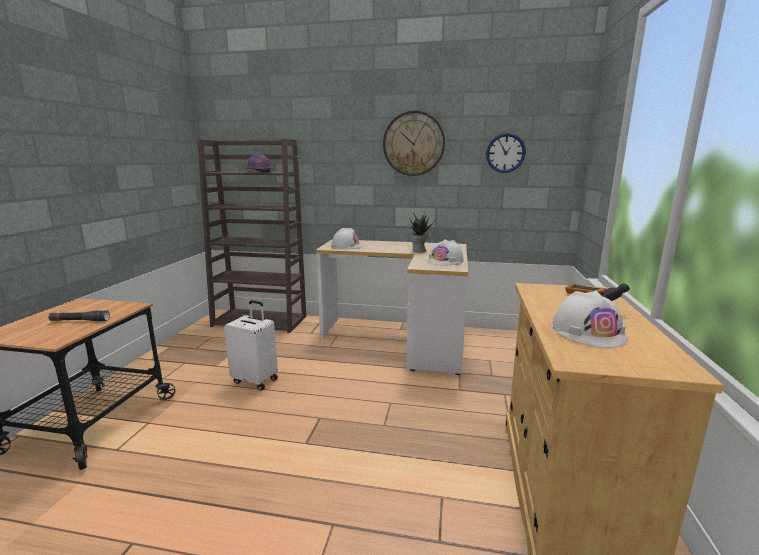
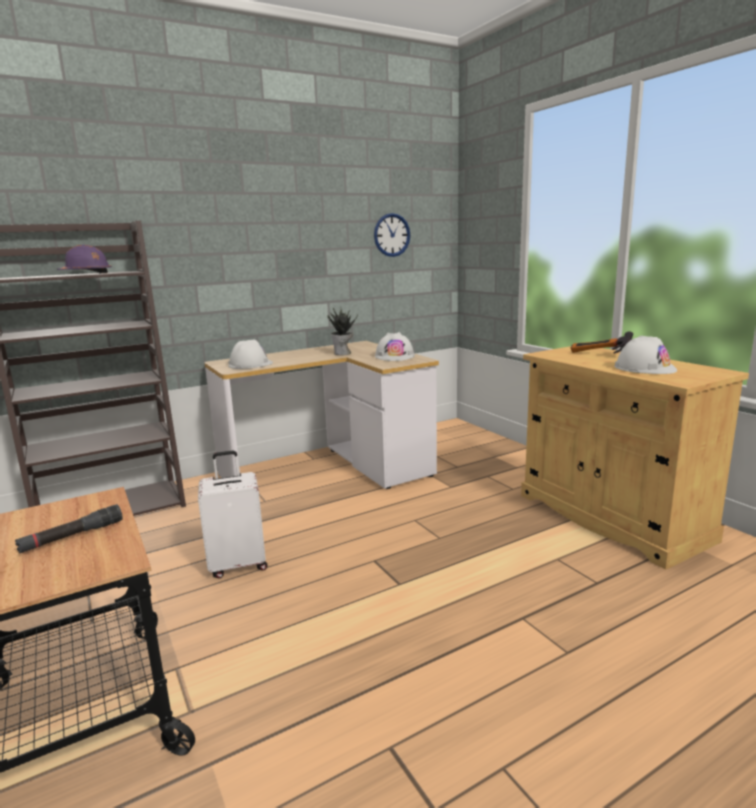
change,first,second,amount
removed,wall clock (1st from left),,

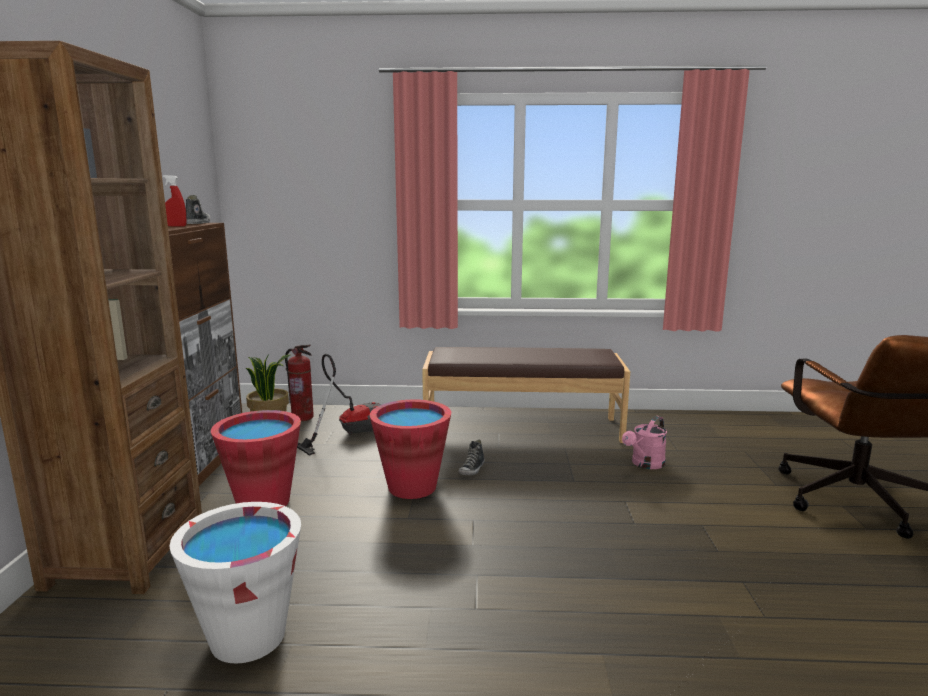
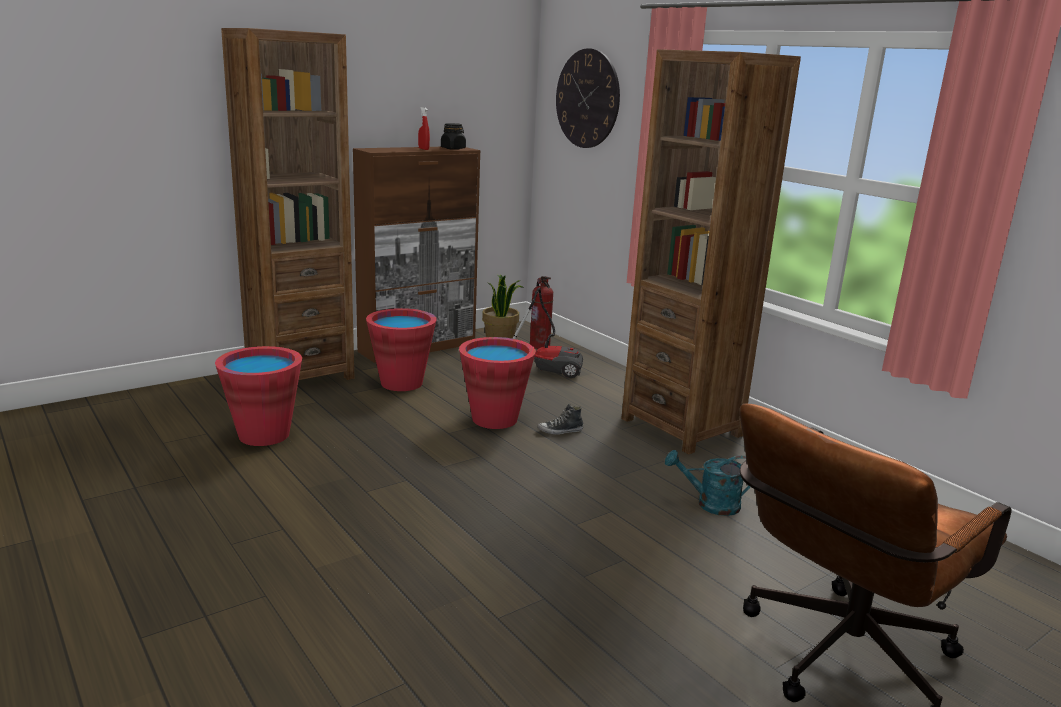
change,first,second,amount
recoloured,white bucket,red bucket (1st from left),
replaced,shoe (1st from left),black jar,
added,,wall clock,
replaced,brown bench,brown bookcase (2nd from left),
recoloured,pink watering can,turquoise watering can,

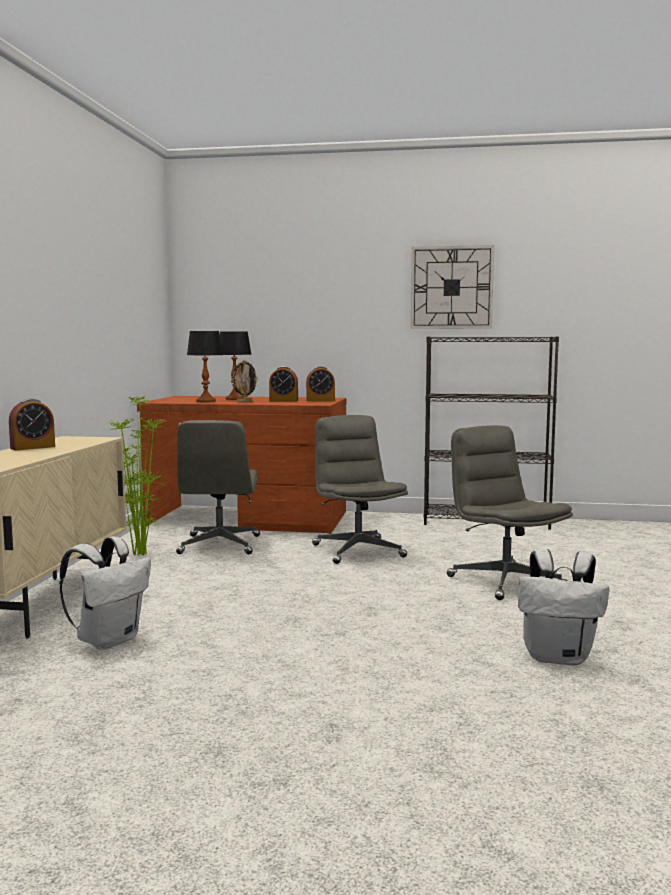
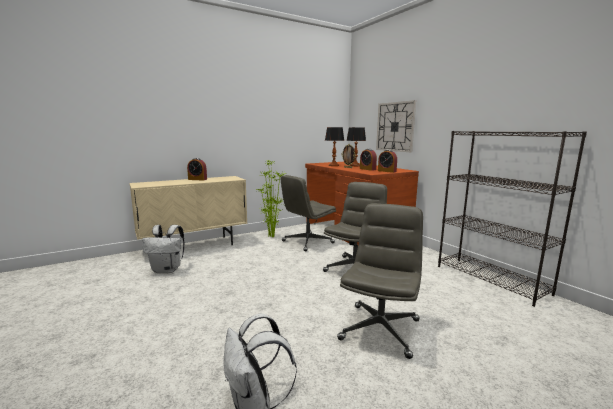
change,first,second,amount
moved,wall clock,,

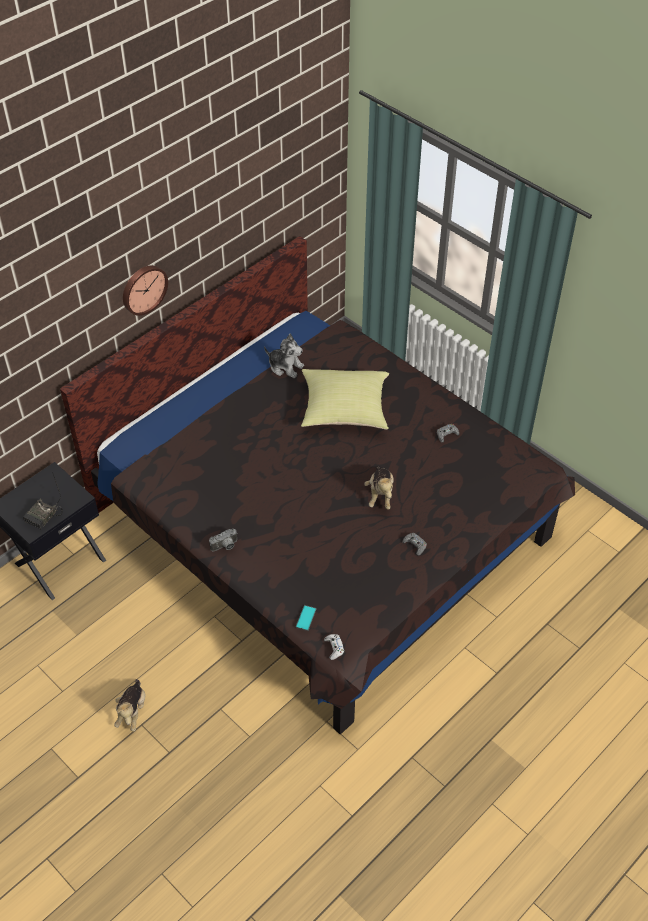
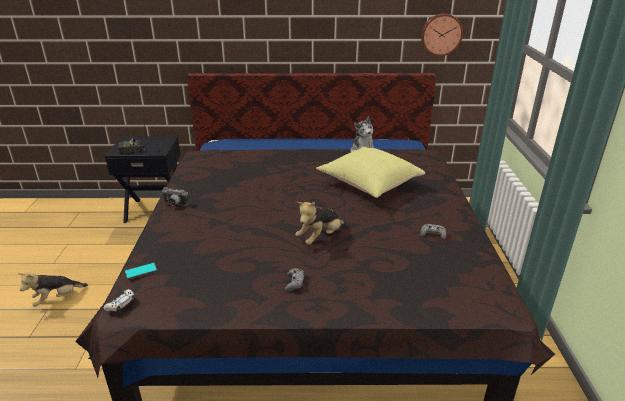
change,first,second,amount
moved,wall clock,,

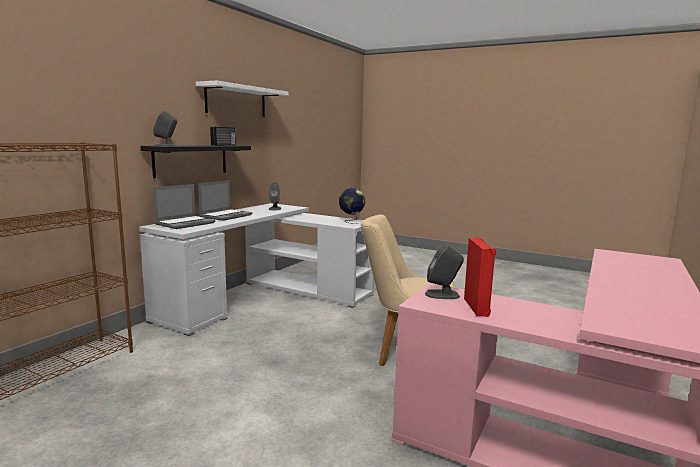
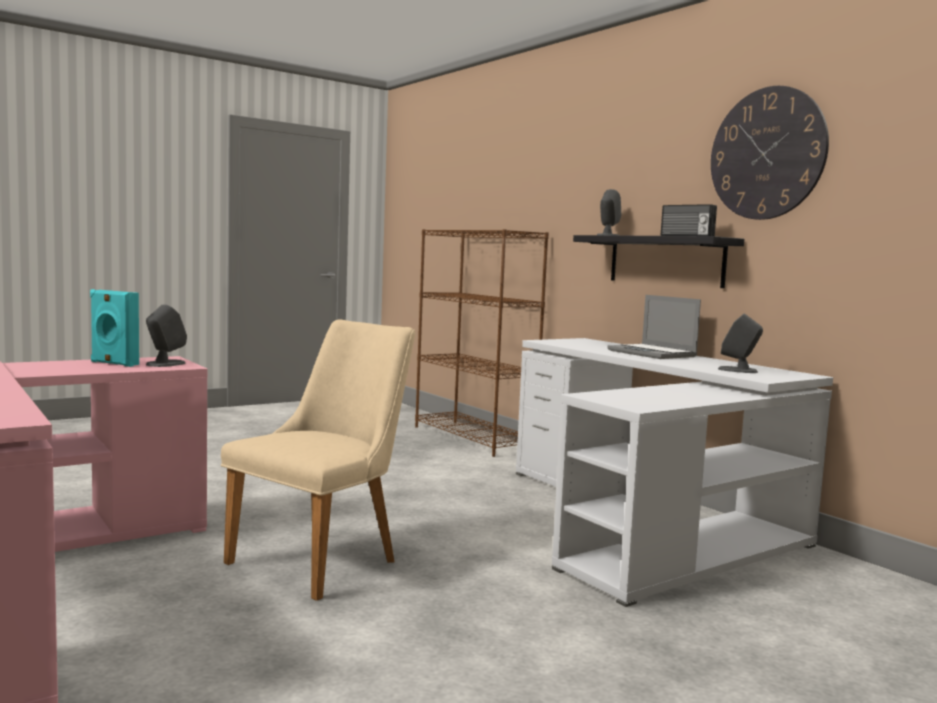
change,first,second,amount
recoloured,red speaker,turquoise speaker,
replaced,white shelf,wall clock,
removed,laptop (1st from left),,
removed,globe,,

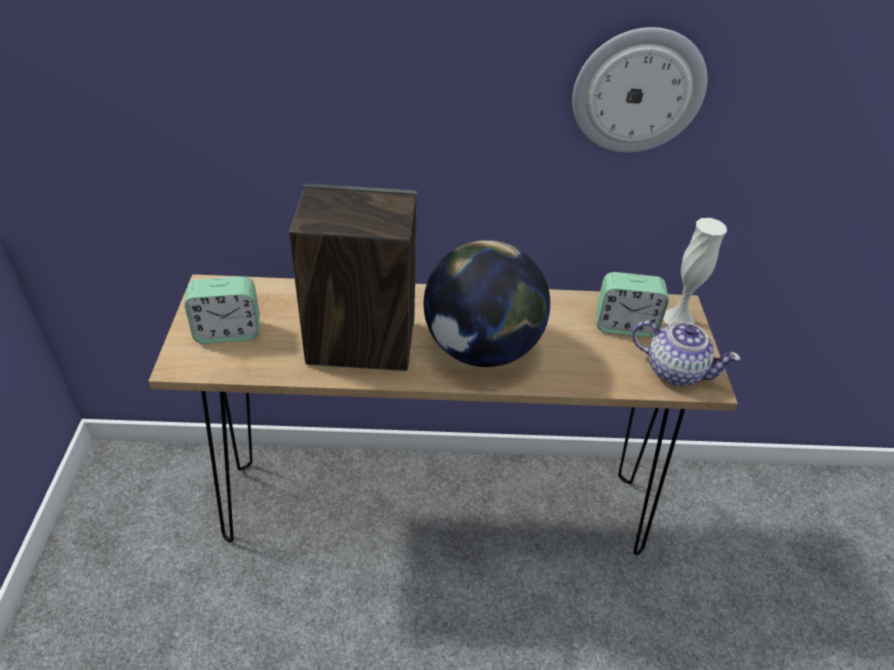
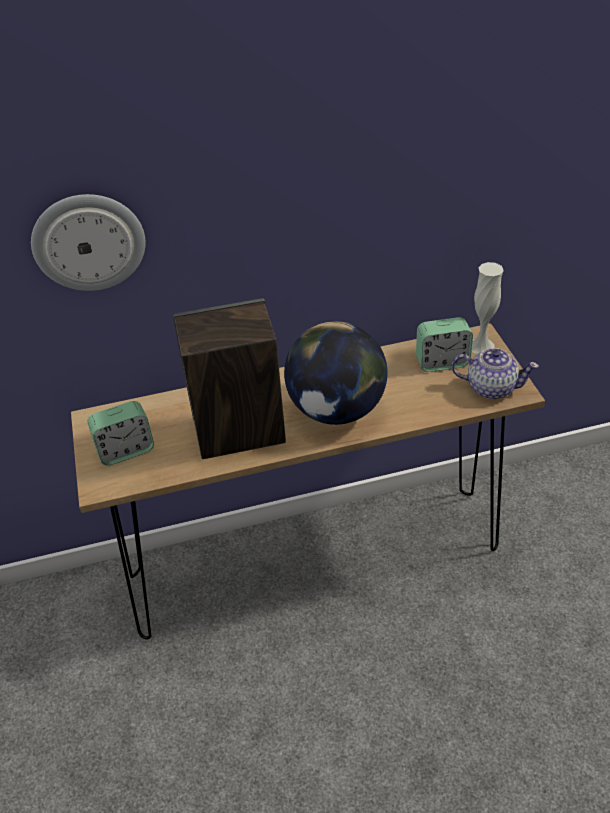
change,first,second,amount
moved,wall clock,,

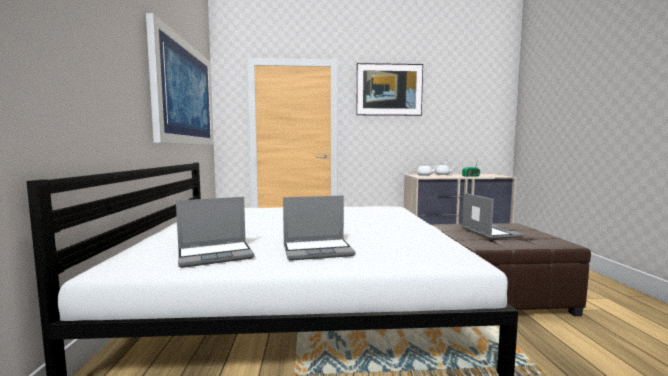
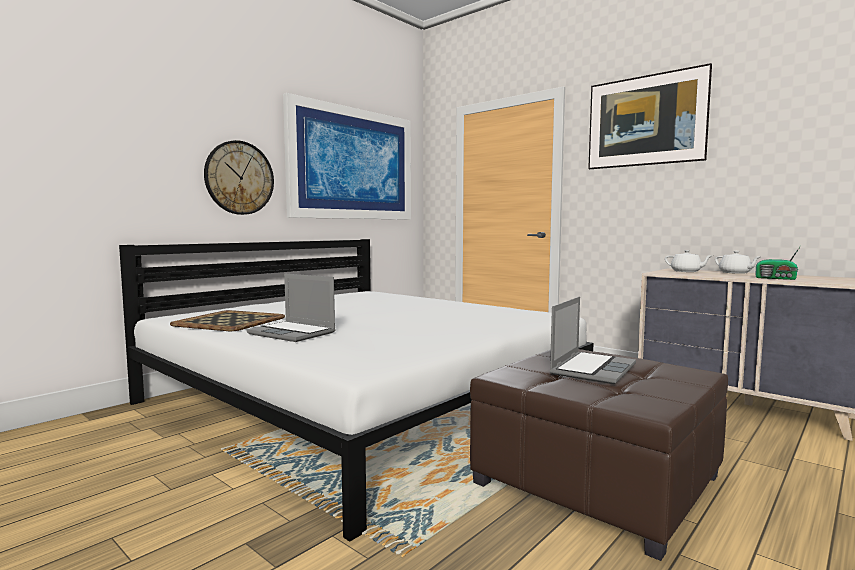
change,first,second,amount
replaced,laptop (1st from left),tray,
added,,wall clock,

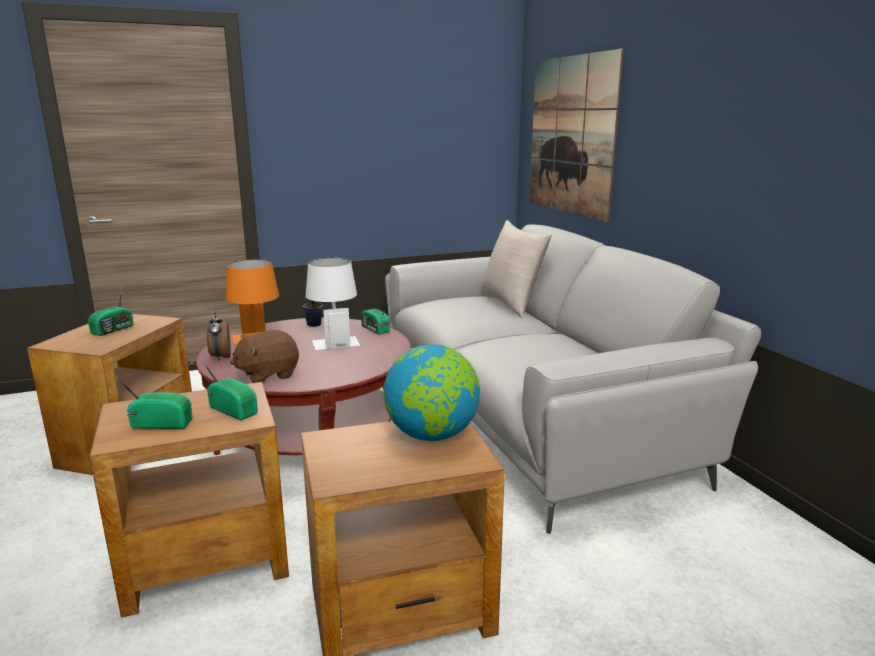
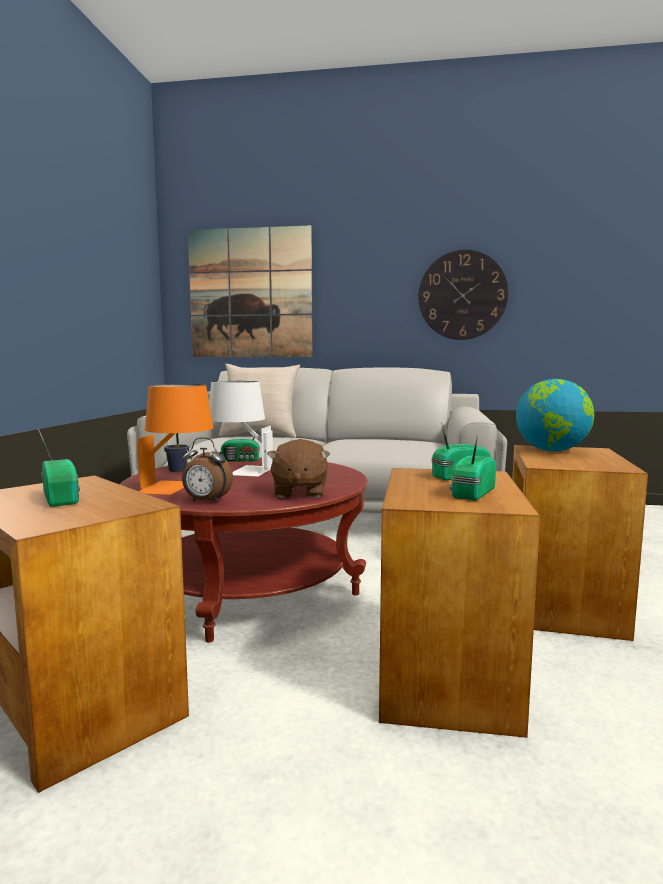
change,first,second,amount
added,,wall clock,

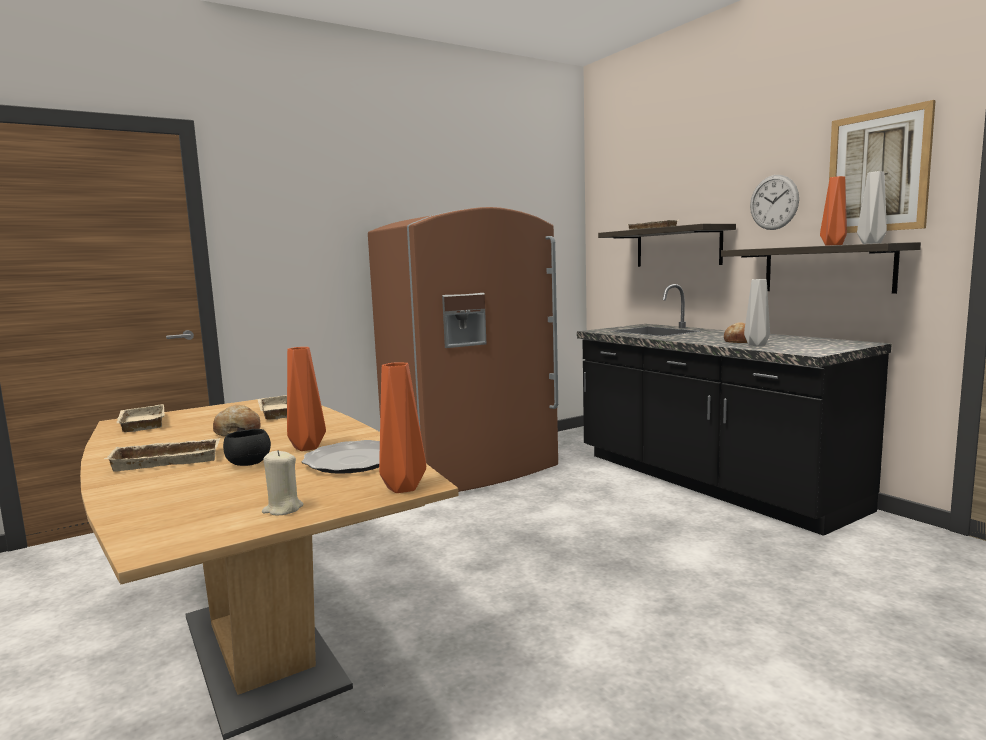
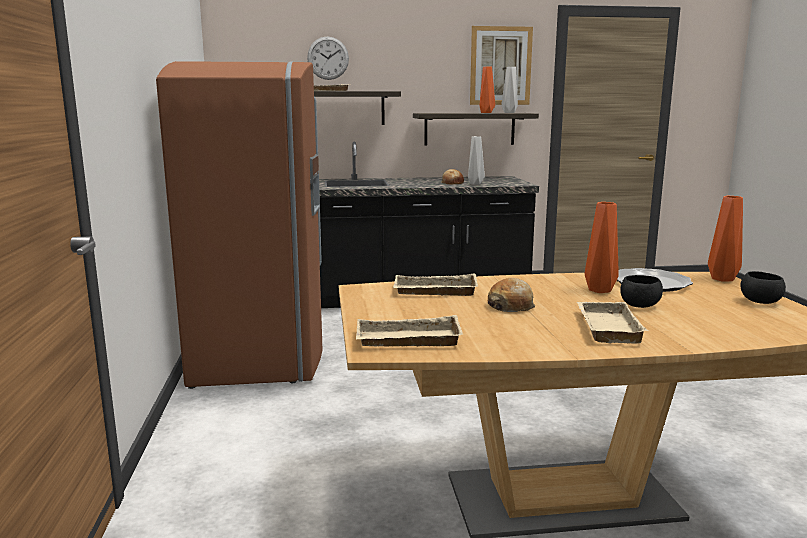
change,first,second,amount
moved,wall clock,,
replaced,beige candle,black bowl (2nd from left),

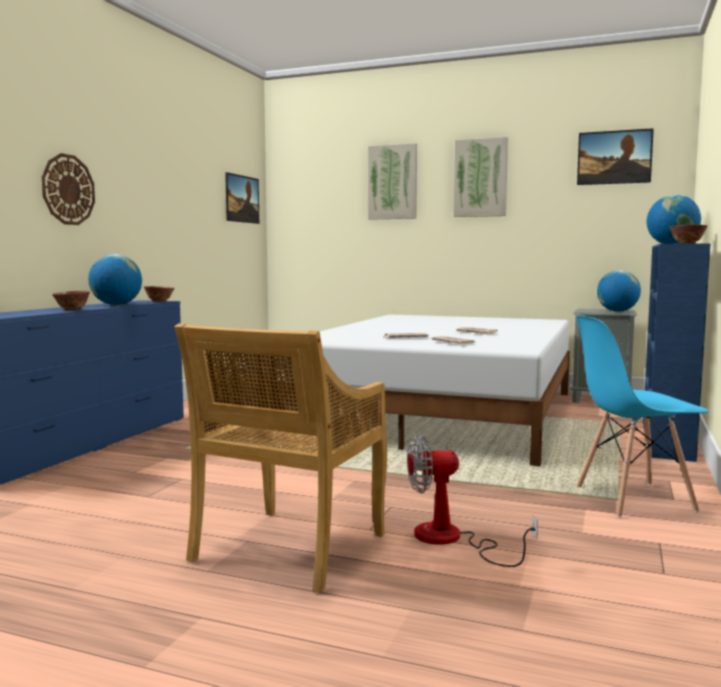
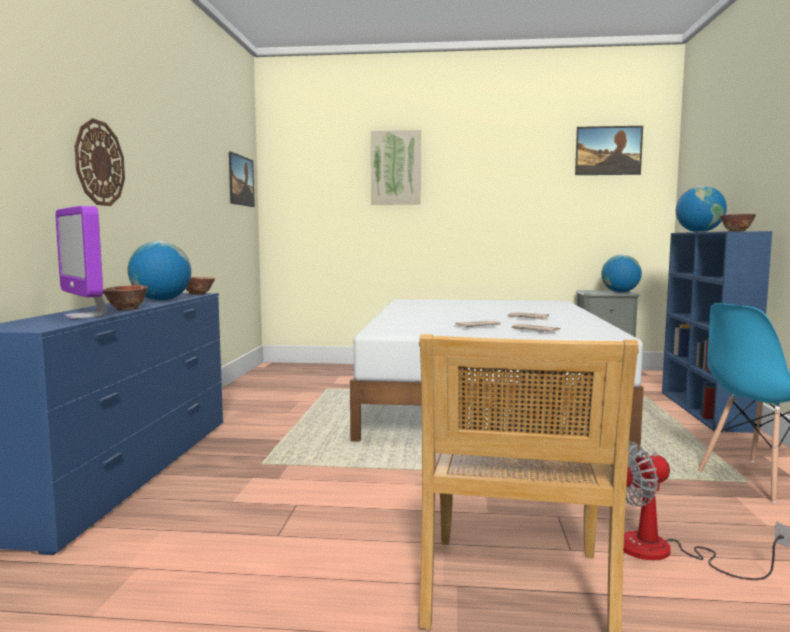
change,first,second,amount
added,,monitor,
removed,picture (3rd from left),,

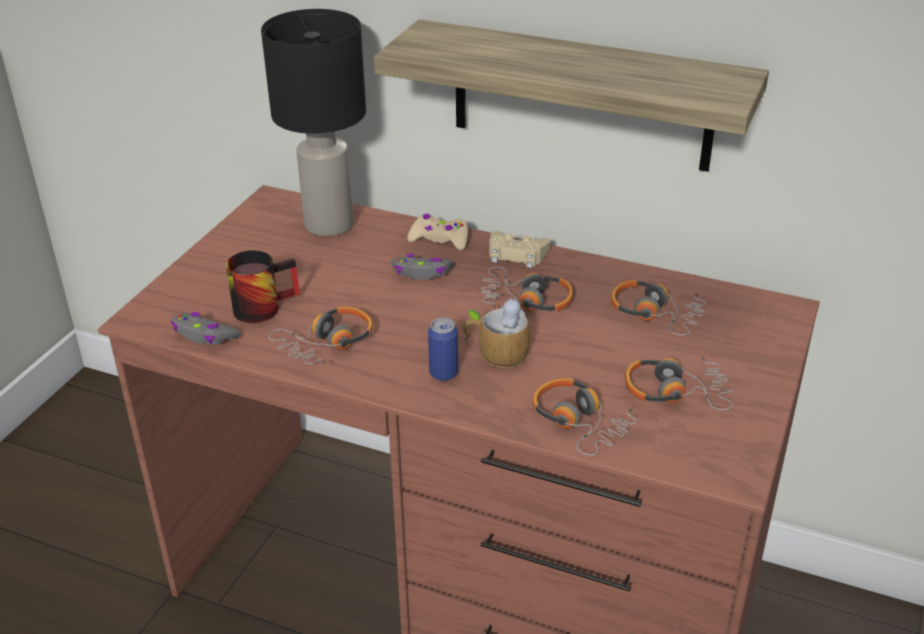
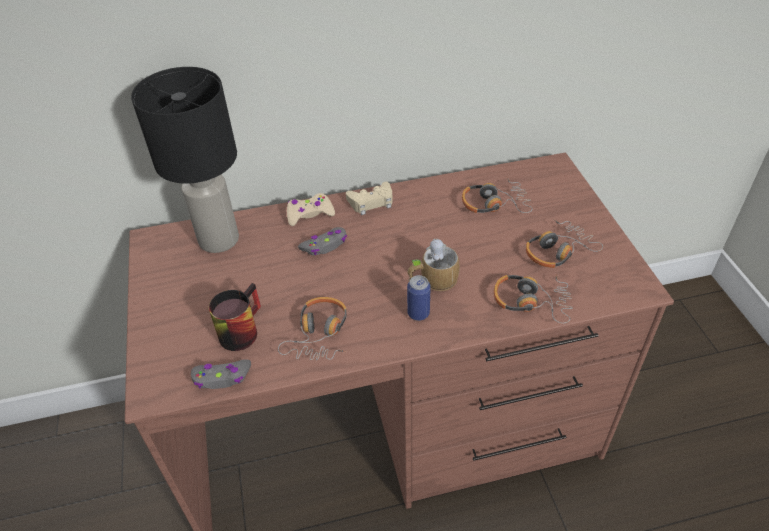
change,first,second,amount
removed,shelf,,
removed,headphones (2nd from left),,

